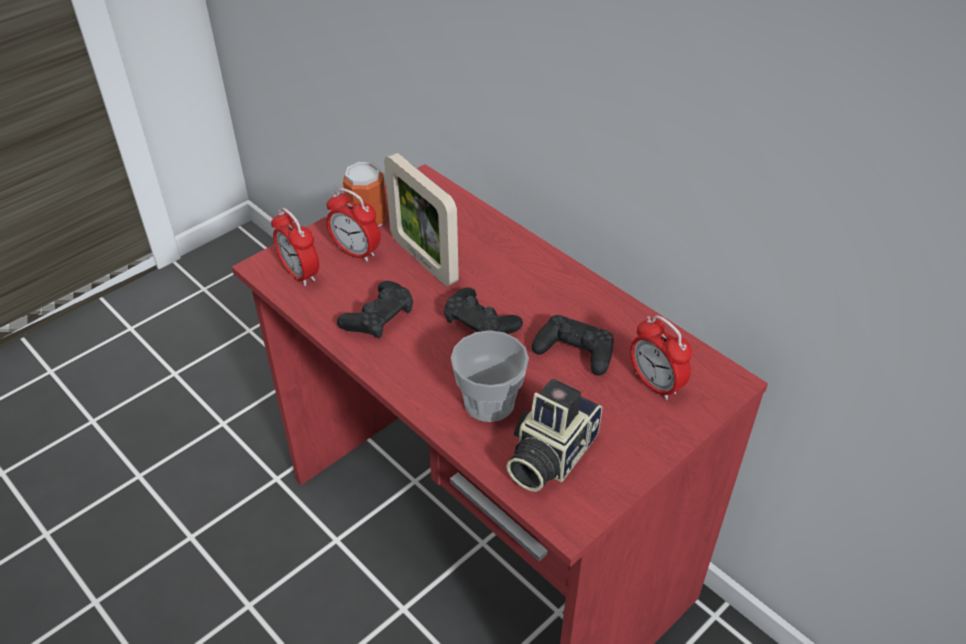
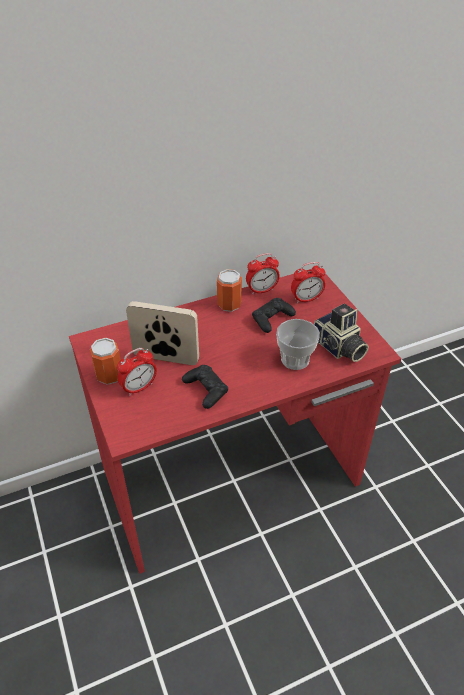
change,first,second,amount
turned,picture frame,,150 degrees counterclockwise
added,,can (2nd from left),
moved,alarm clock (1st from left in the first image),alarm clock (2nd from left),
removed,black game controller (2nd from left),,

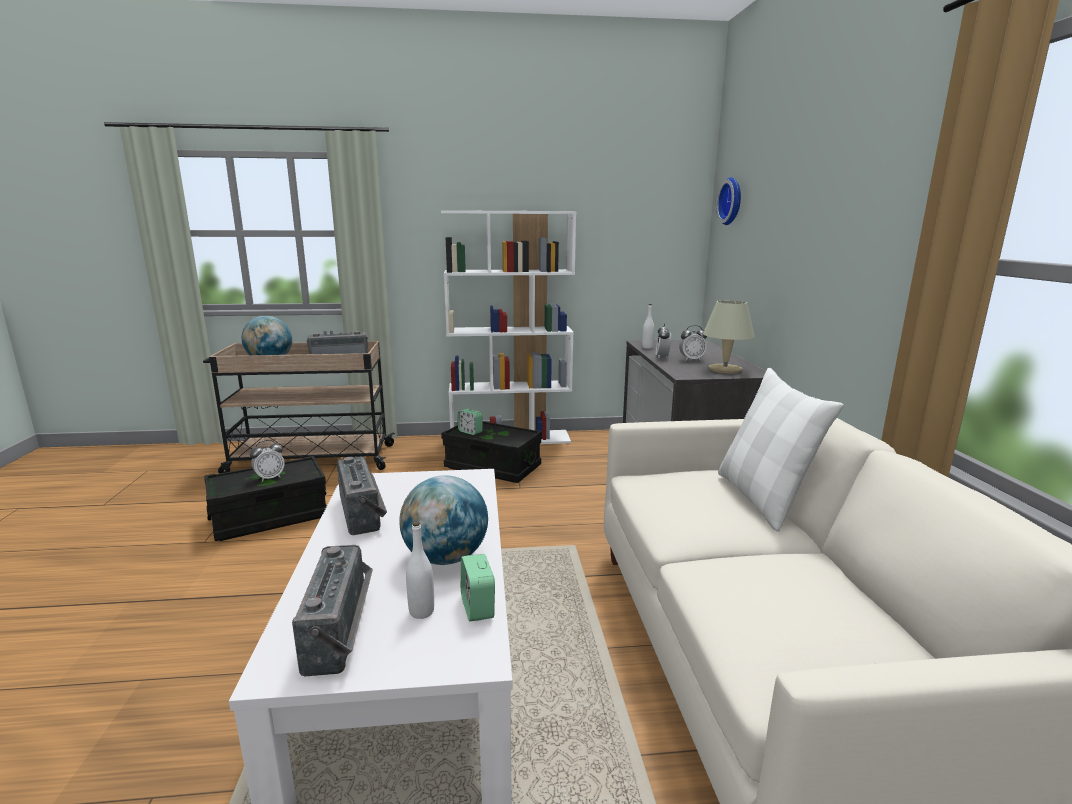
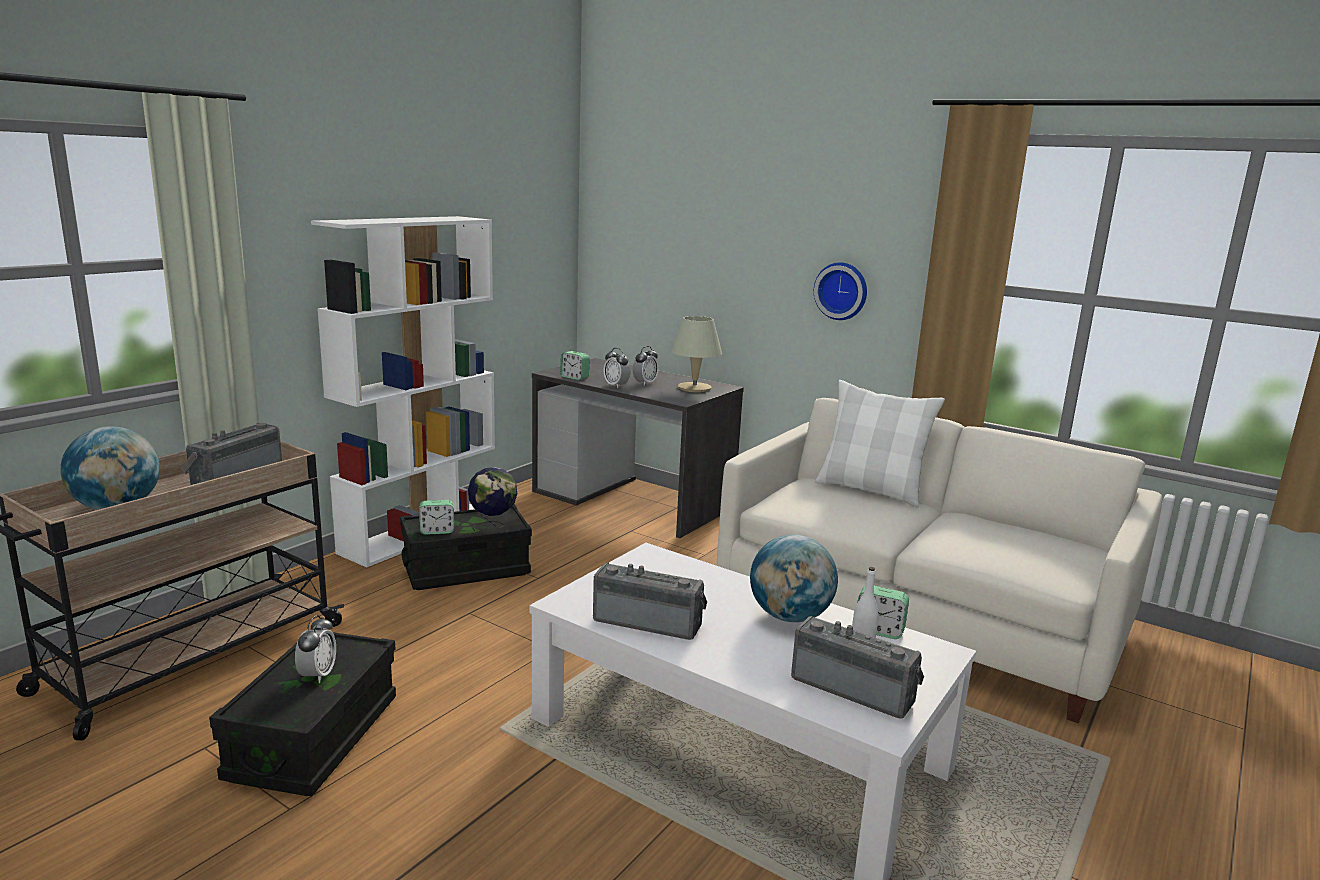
change,first,second,amount
added,,globe (2nd from left),
replaced,white bottle (2nd from left),alarm clock (3rd from left),
moved,wall clock,,

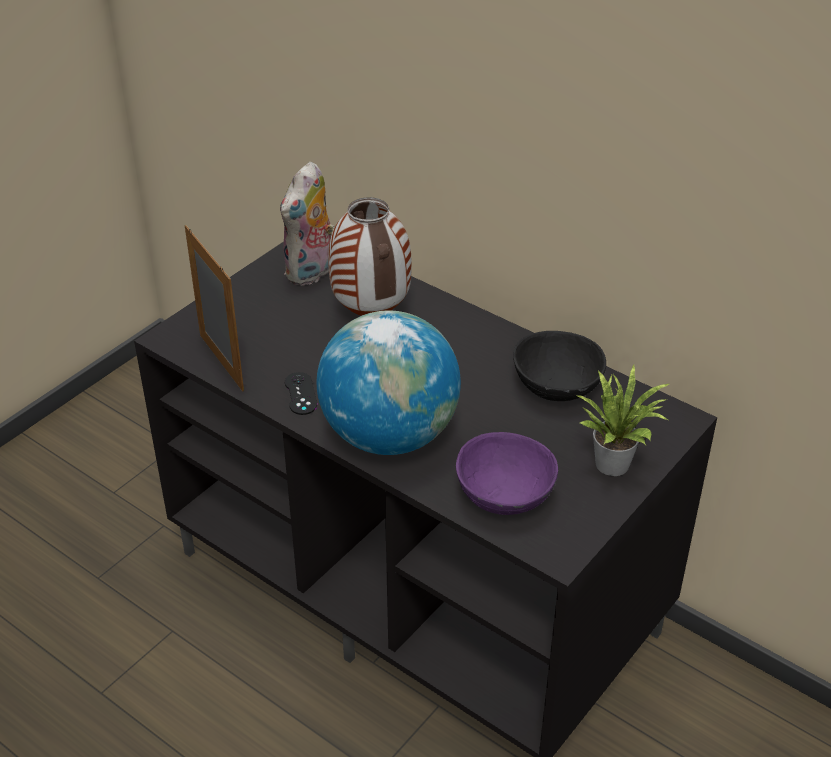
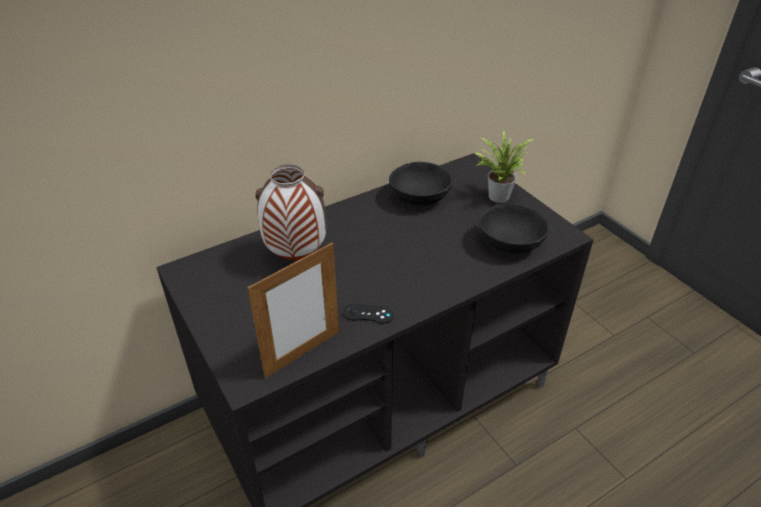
change,first,second,amount
turned,picture frame,,150 degrees clockwise
recoloured,purple bowl,black bowl (2nd from left),
removed,plush toy,,
removed,globe,,

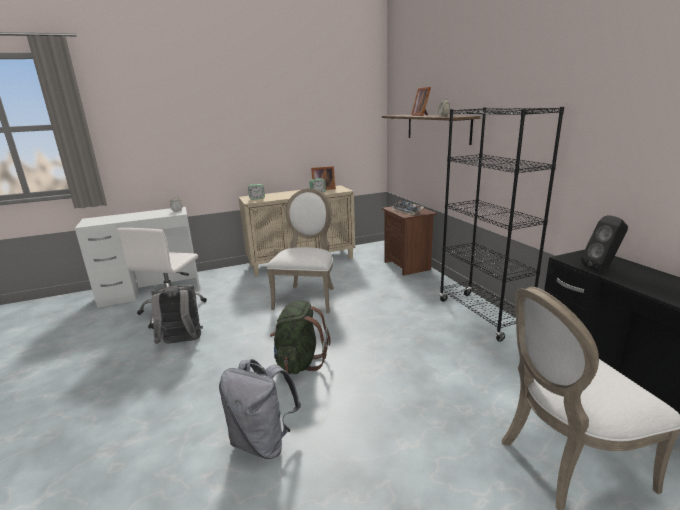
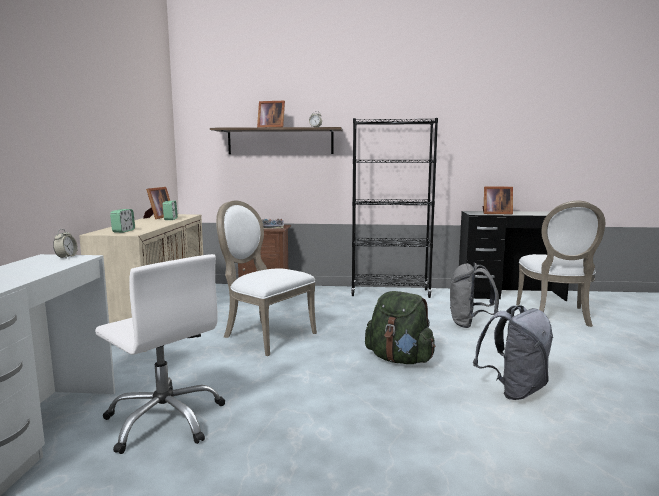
change,first,second,amount
moved,grey backpack (1st from left),,
replaced,black speaker,picture frame (3rd from left),

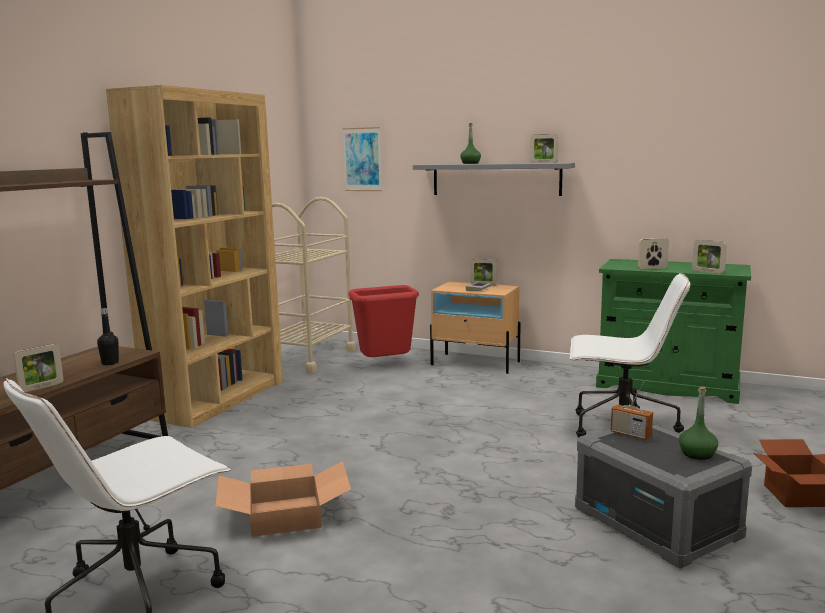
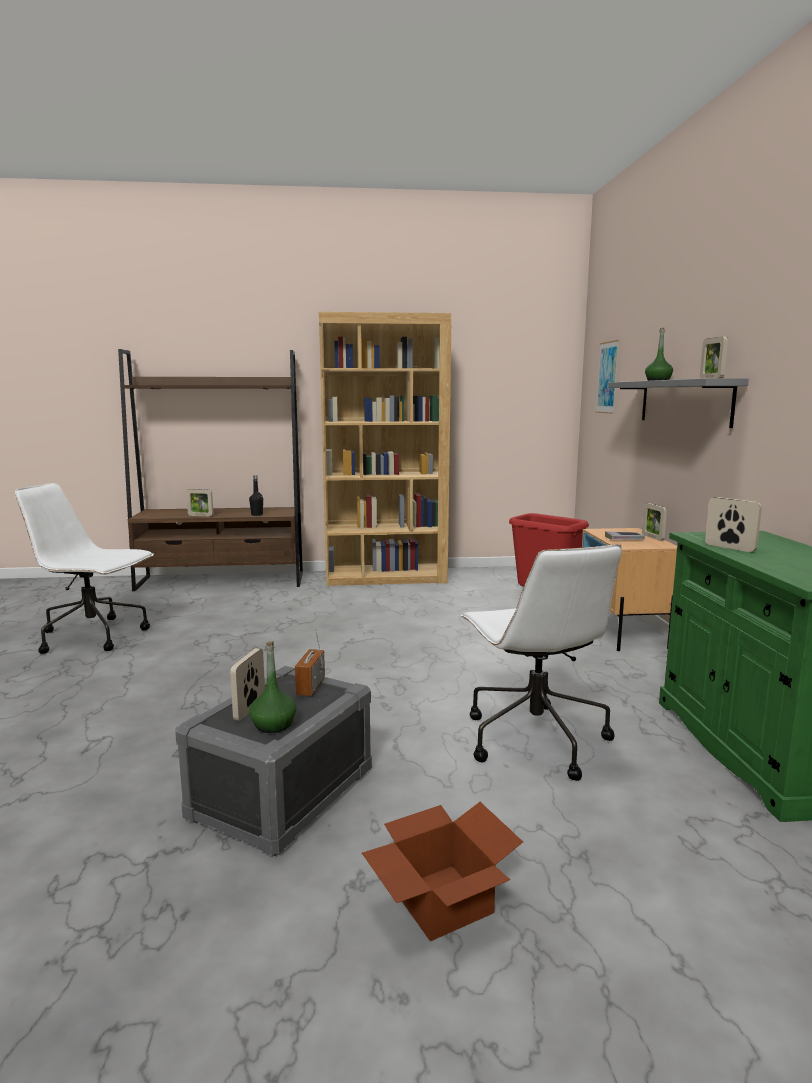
change,first,second,amount
moved,picture frame (5th from left in the first image),picture frame (2nd from left),
removed,cardboard box (1st from left),,
removed,beige cart,,

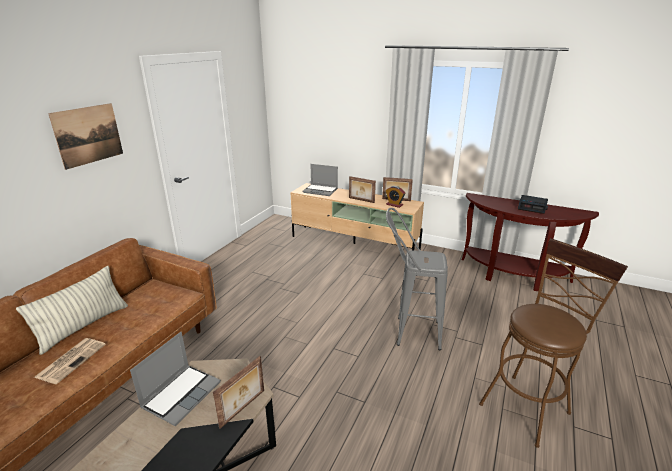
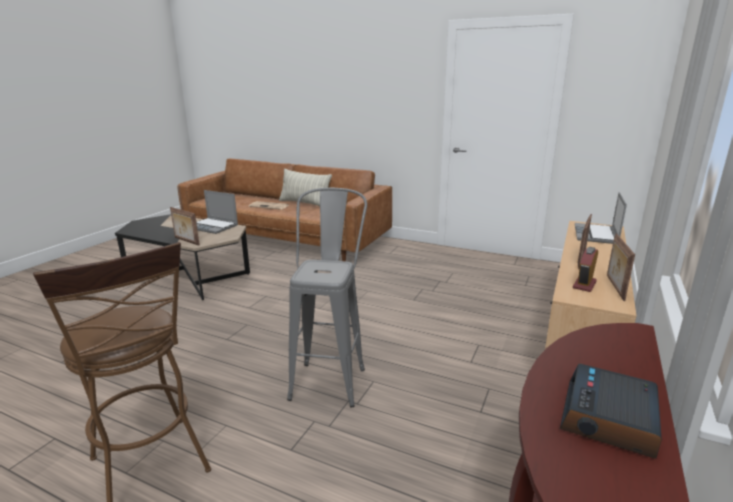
change,first,second,amount
removed,picture,,

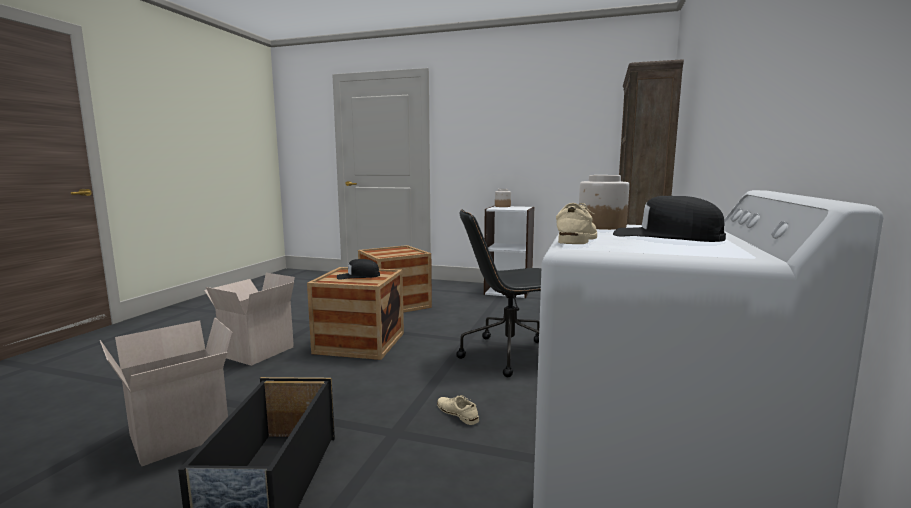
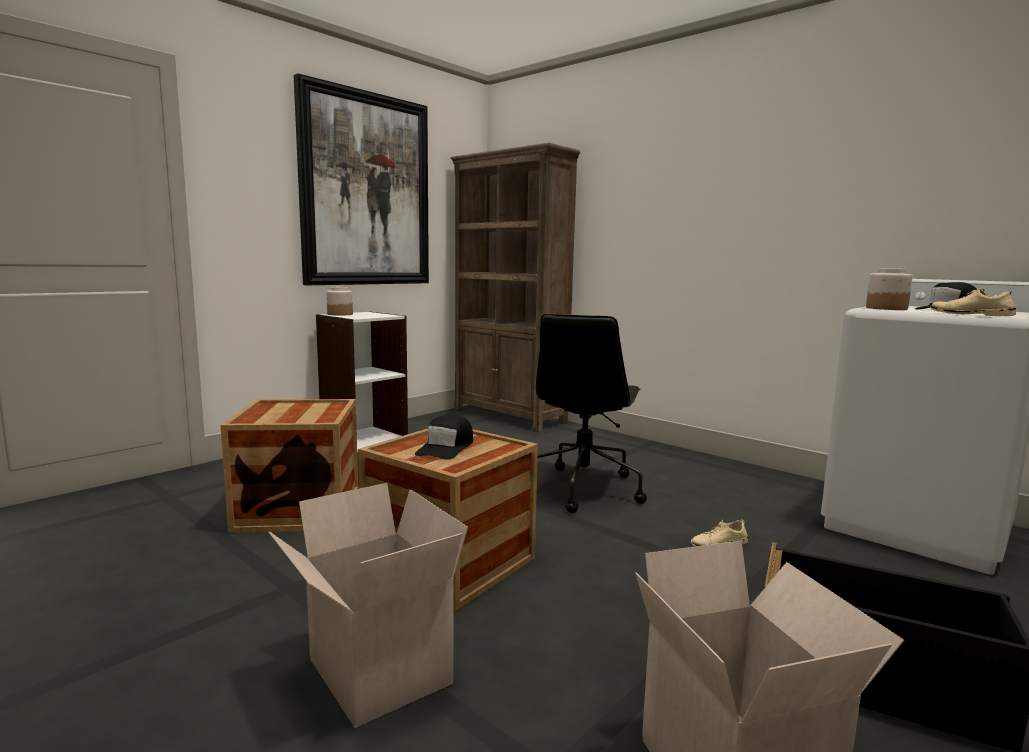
change,first,second,amount
added,,picture,

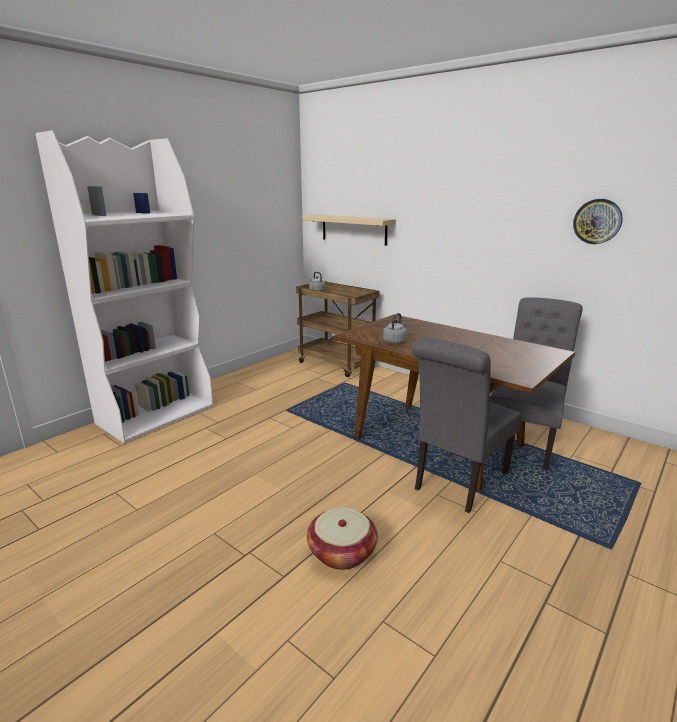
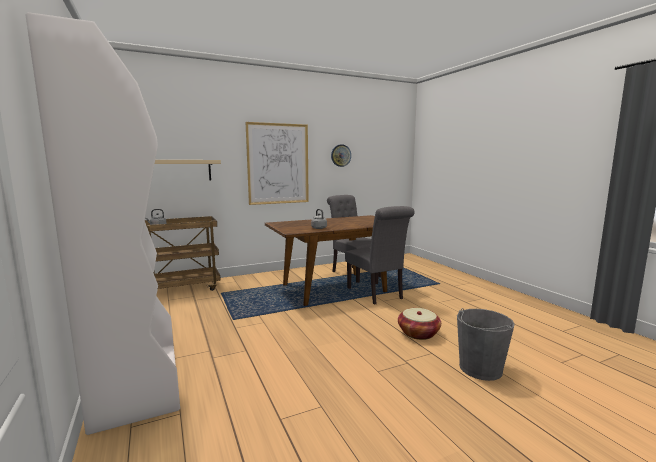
change,first,second,amount
added,,picture,
added,,grey bucket,

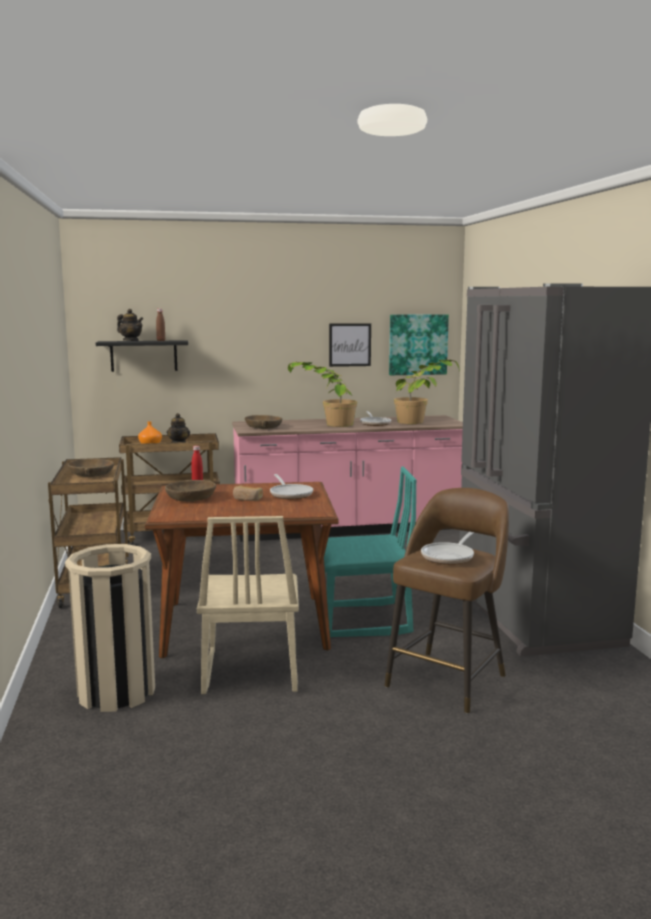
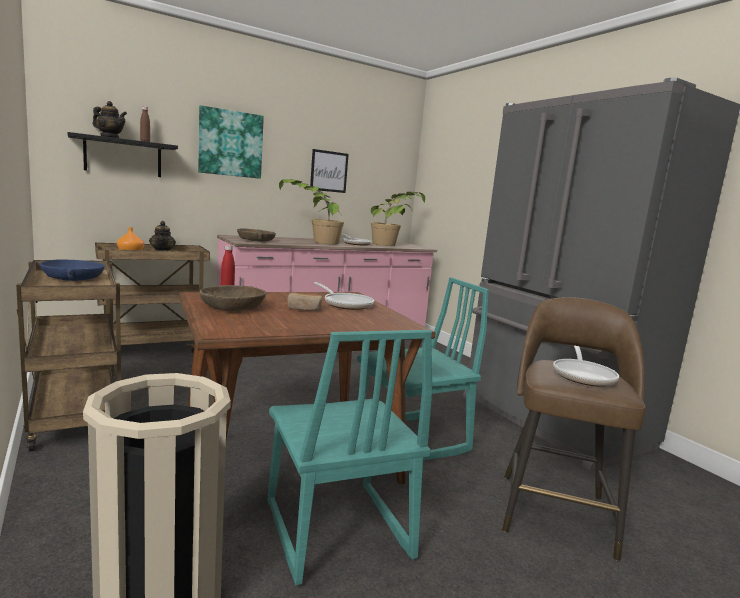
change,first,second,amount
recoloured,brown bowl (1st from left),blue bowl,
moved,picture (2nd from left in the first image),picture (1st from left),
recoloured,beige chair,turquoise chair (1st from left),

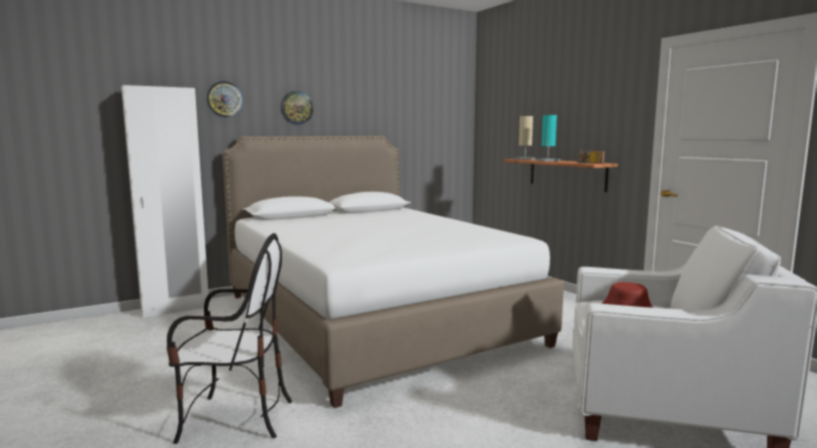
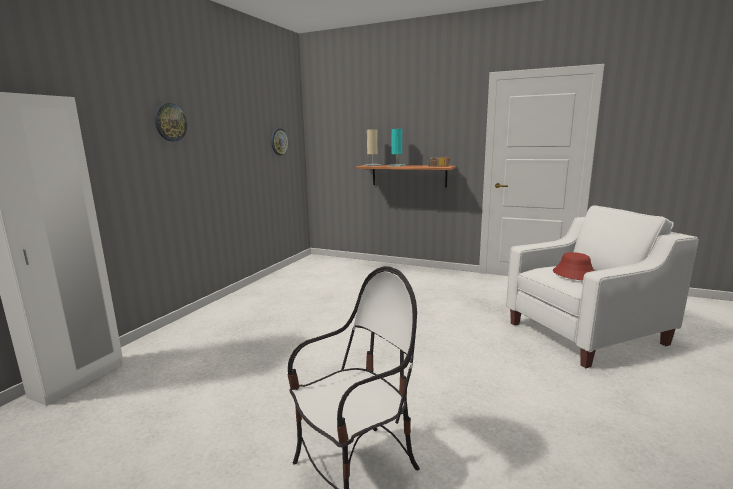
change,first,second,amount
moved,wall clock (1st from left in the first image),wall clock (2nd from left),
removed,white bed,,

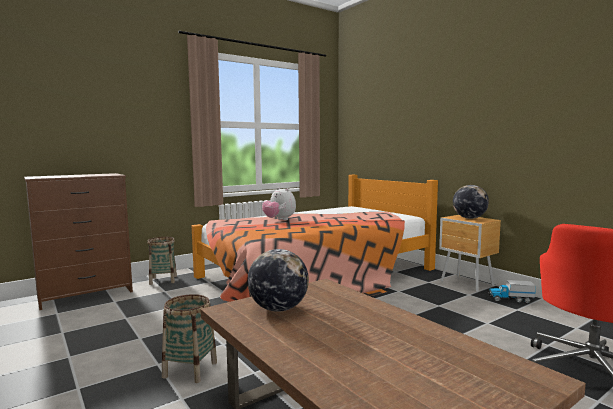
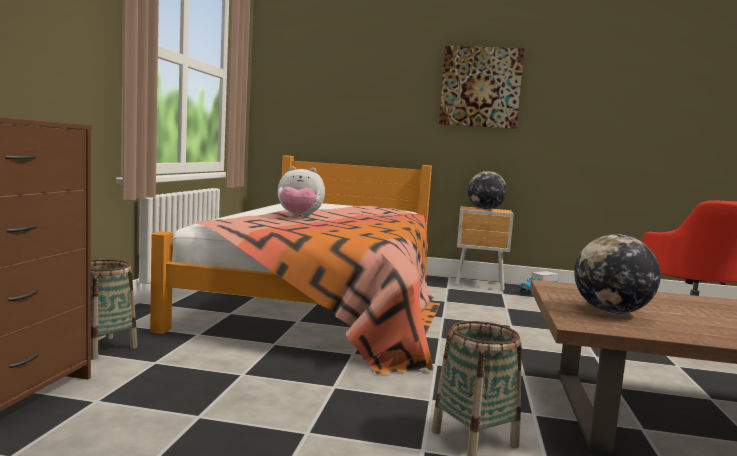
change,first,second,amount
added,,picture,

